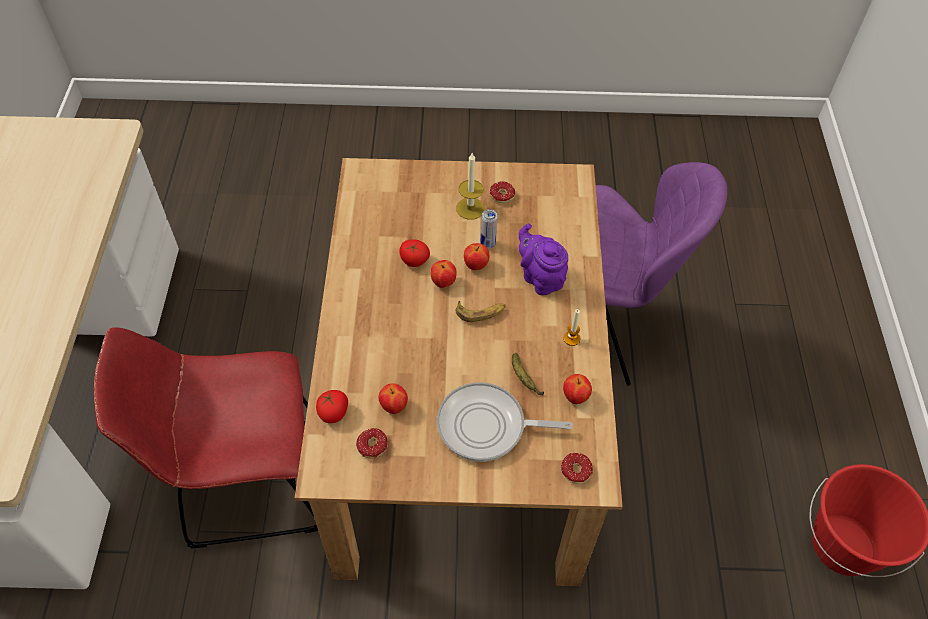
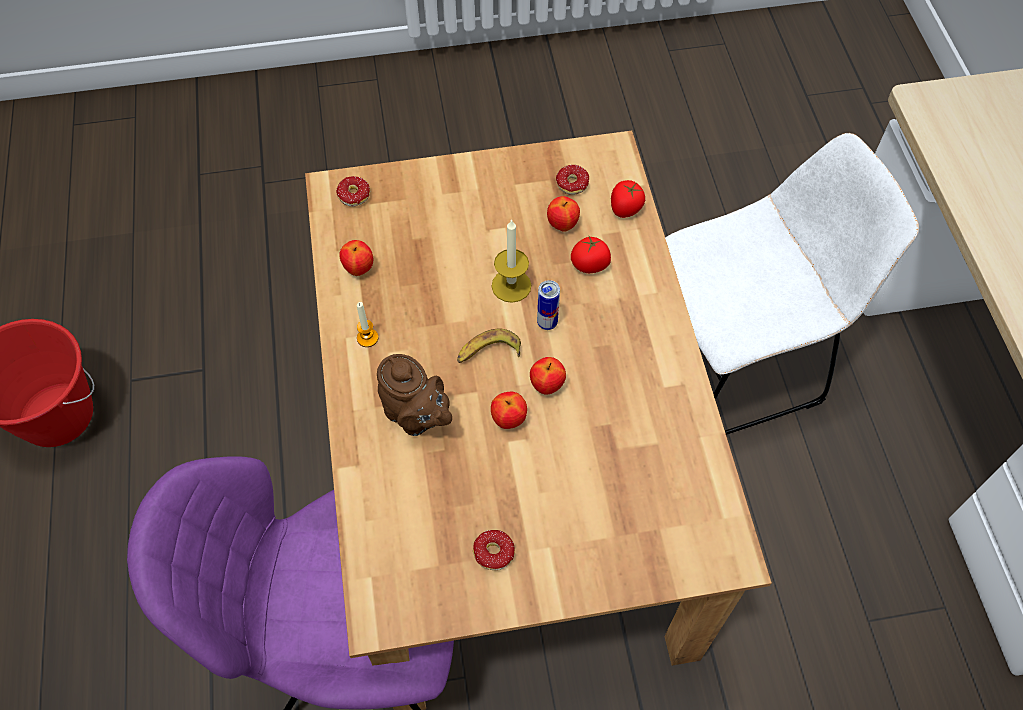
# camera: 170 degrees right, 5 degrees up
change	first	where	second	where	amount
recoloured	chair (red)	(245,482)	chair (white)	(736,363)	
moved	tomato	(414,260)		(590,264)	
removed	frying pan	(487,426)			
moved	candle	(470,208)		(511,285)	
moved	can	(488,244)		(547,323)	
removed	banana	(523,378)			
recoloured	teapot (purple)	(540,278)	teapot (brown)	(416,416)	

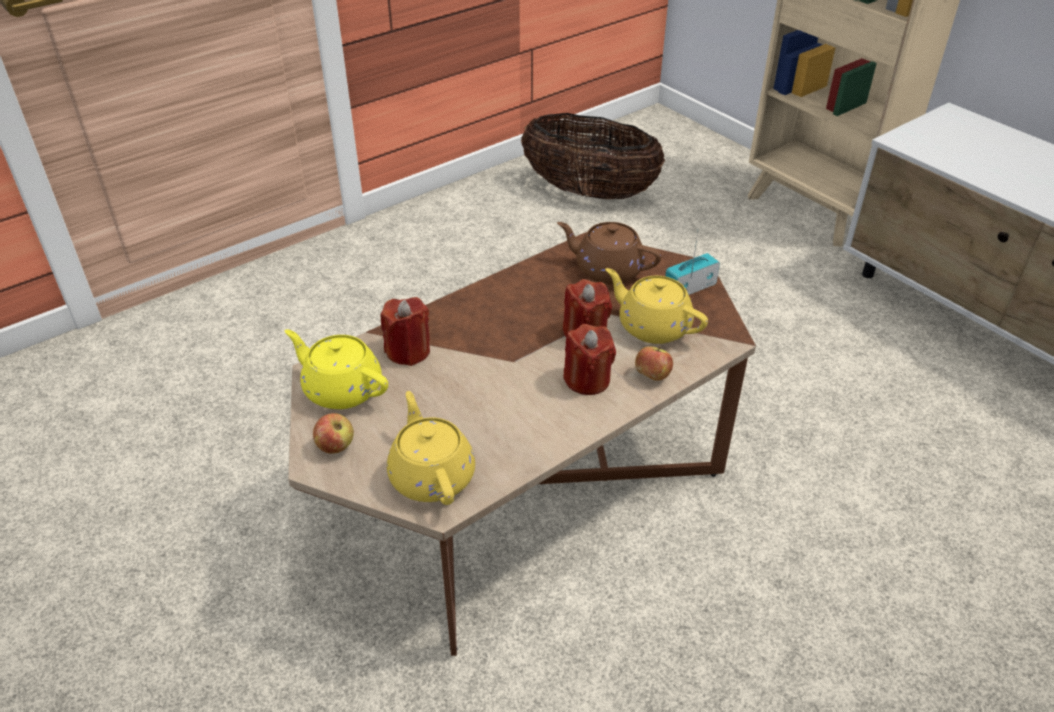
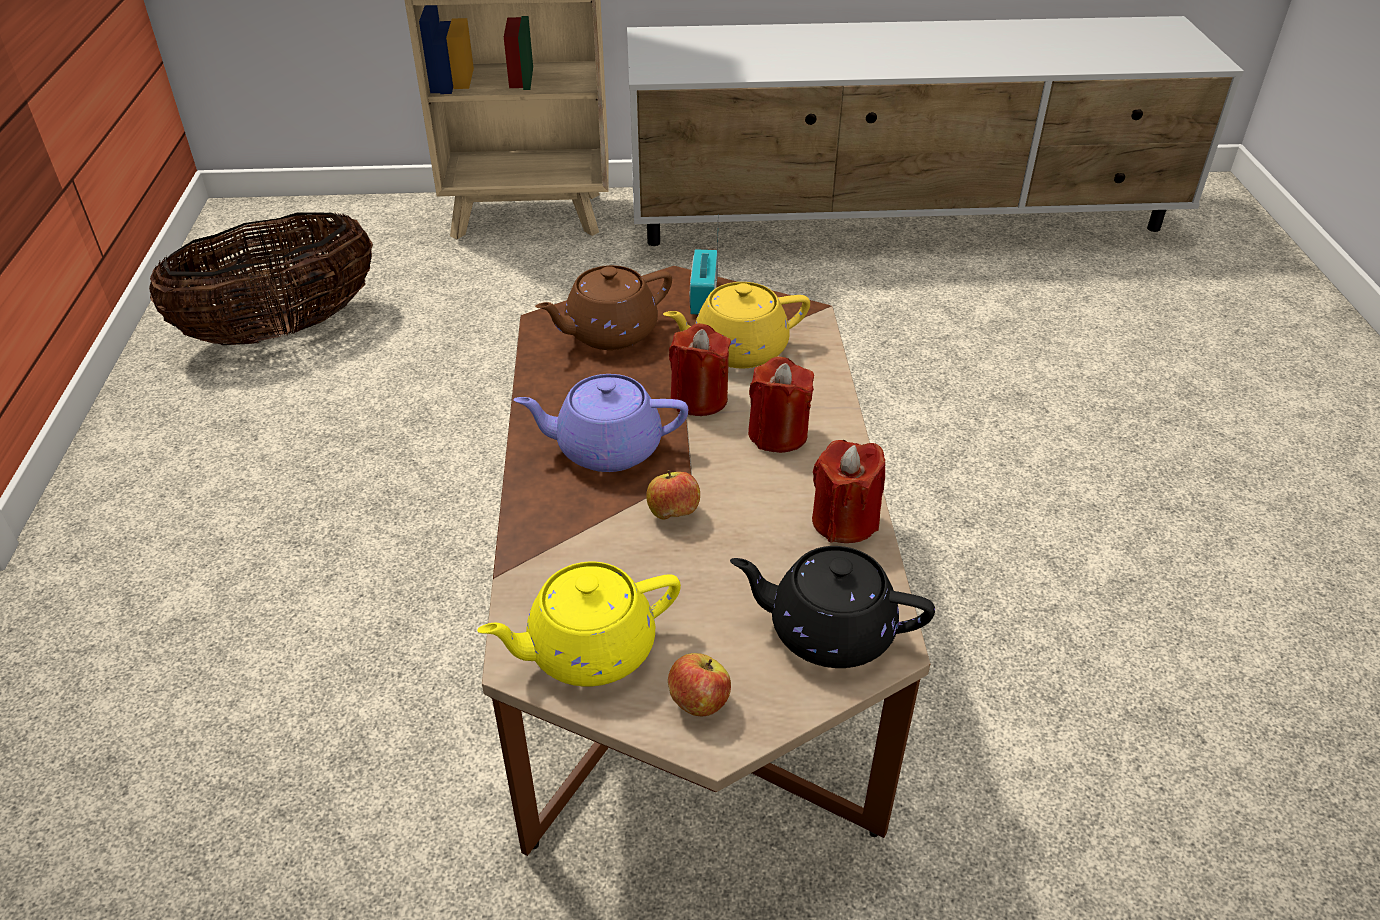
# camera: 55 degrees left, 0 degrees up
change	first	where	second	where	amount
moved	candle (red)	(408,351)		(844,521)	
recoloured	teapot (yellow)	(431,475)	teapot (black)	(828,631)	
moved	apple	(652,376)		(673,513)	
added			teapot (purple)	(606,448)	

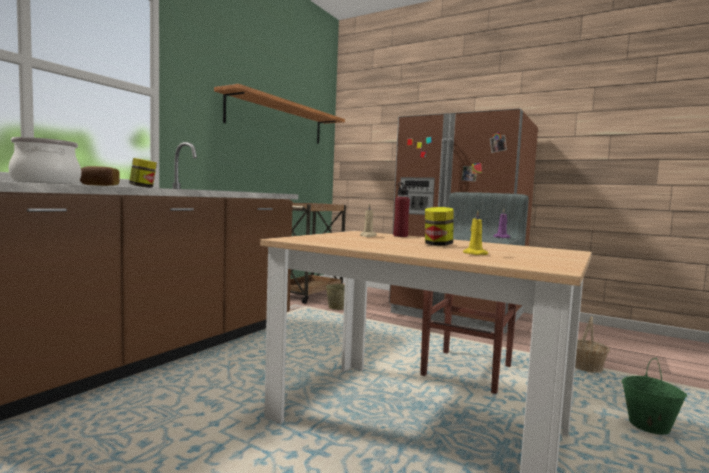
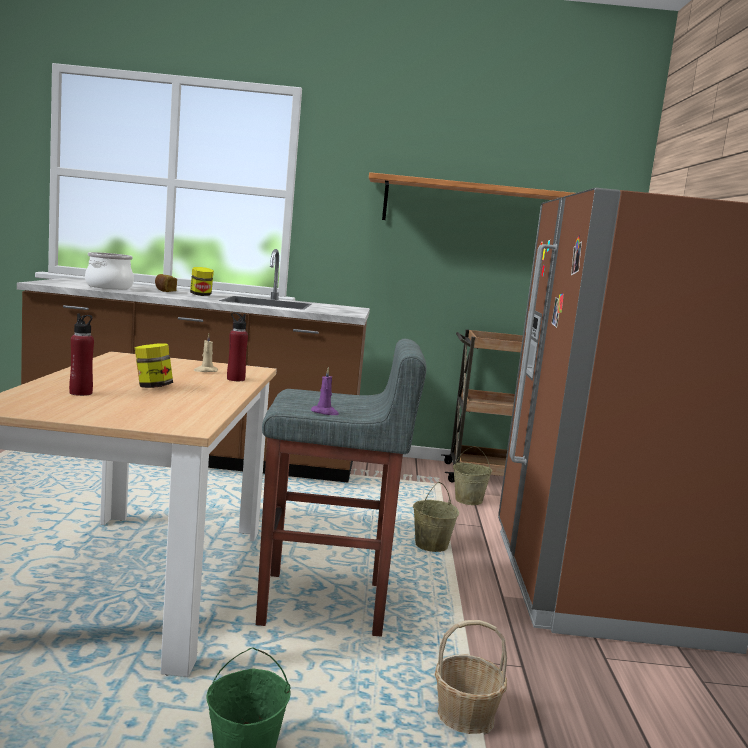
# camera: 60 degrees right, 5 degrees up
change	first	where	second	where	amount
replaced	candle (yellow)	(474,254)	bottle (red)	(81,393)	
added			bucket (beige)	(430,546)	

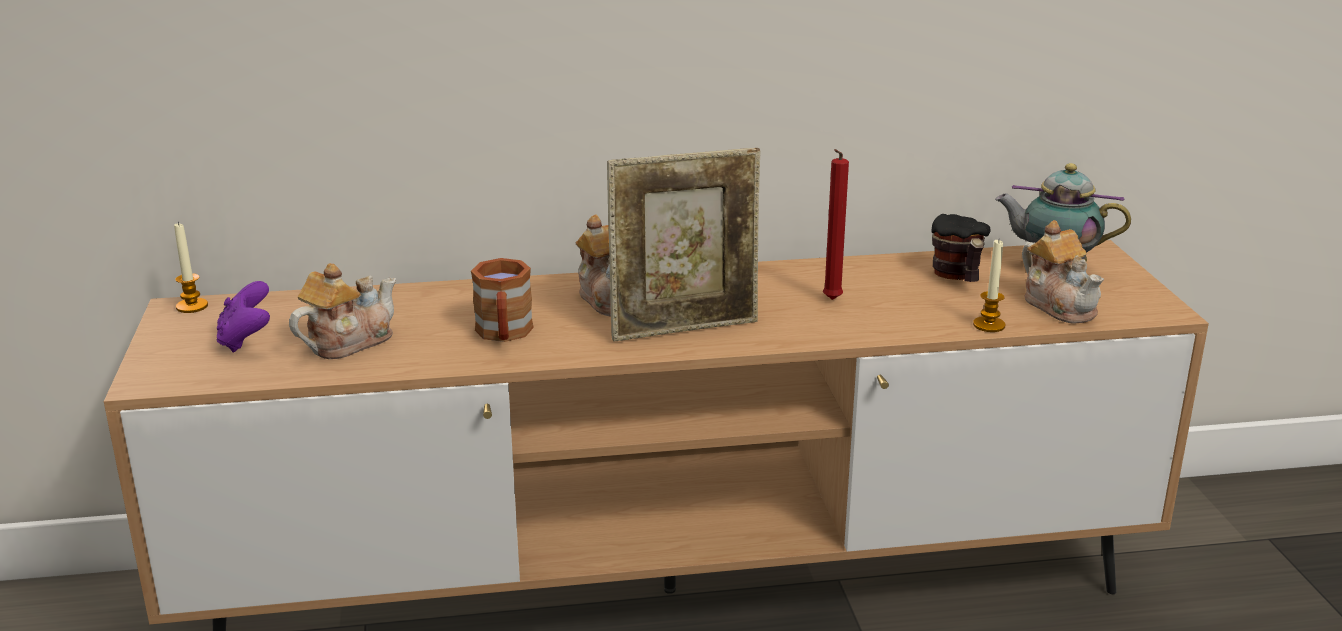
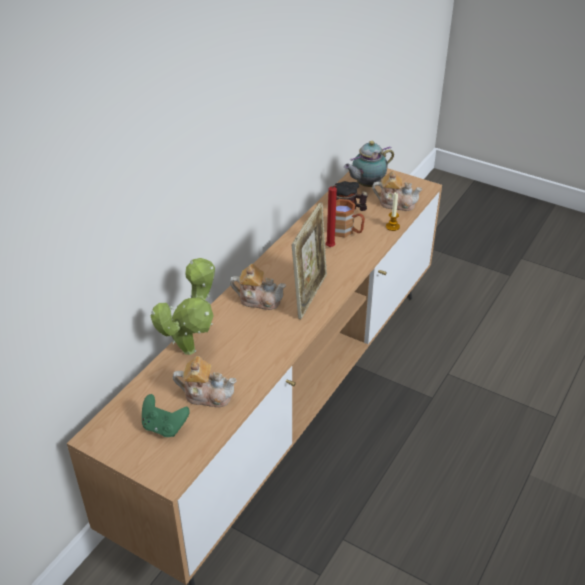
# camera: 50 degrees left, 15 degrees up
change	first	where	second	where	amount
removed	candle	(192,306)			
recoloured	game controller (purple)	(246,340)	game controller (green)	(164,427)	
turned	teapot	(347,342)		(207,395)	105 degrees clockwise
moved	mug (brown)	(504,334)		(346,231)	
added			potted plant	(191,347)	

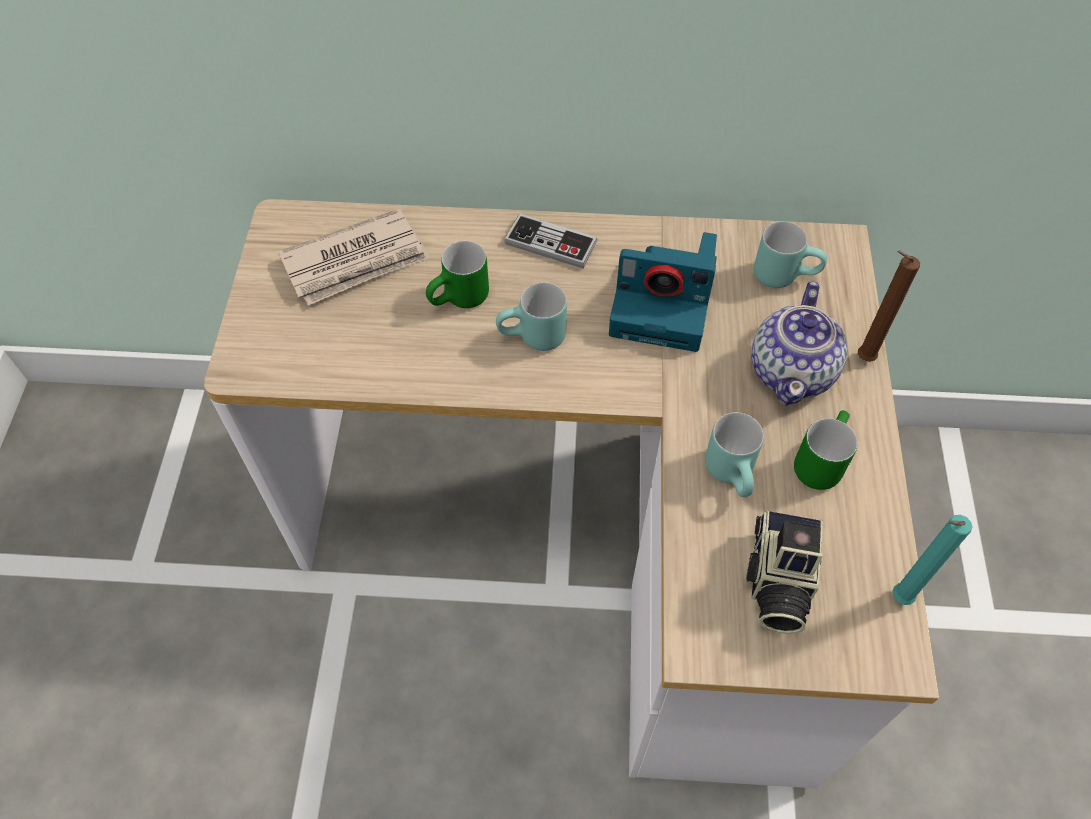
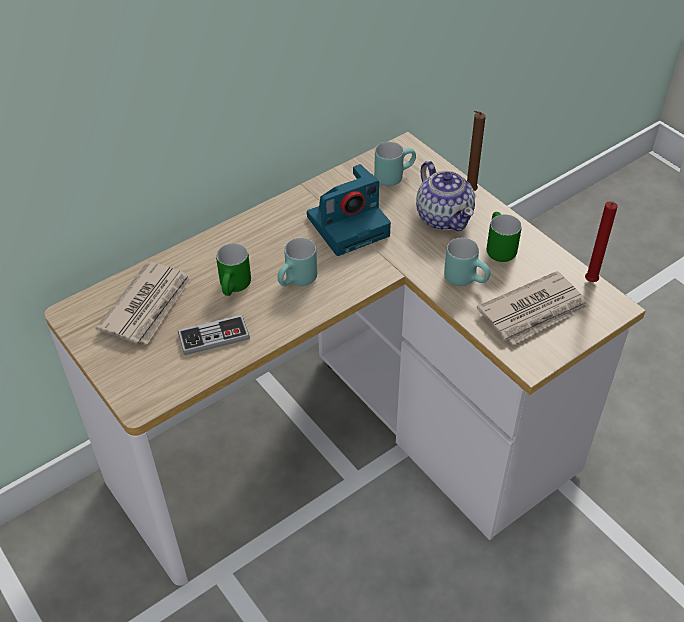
# camera: 40 degrees left, 10 degrees down
change	first	where	second	where	amount
moved	game controller	(551,243)		(214,336)	
replaced	photo camera	(776,582)	newspaper	(534,311)	
recoloured	candle (turquoise)	(897,599)	candle (red)	(590,282)	

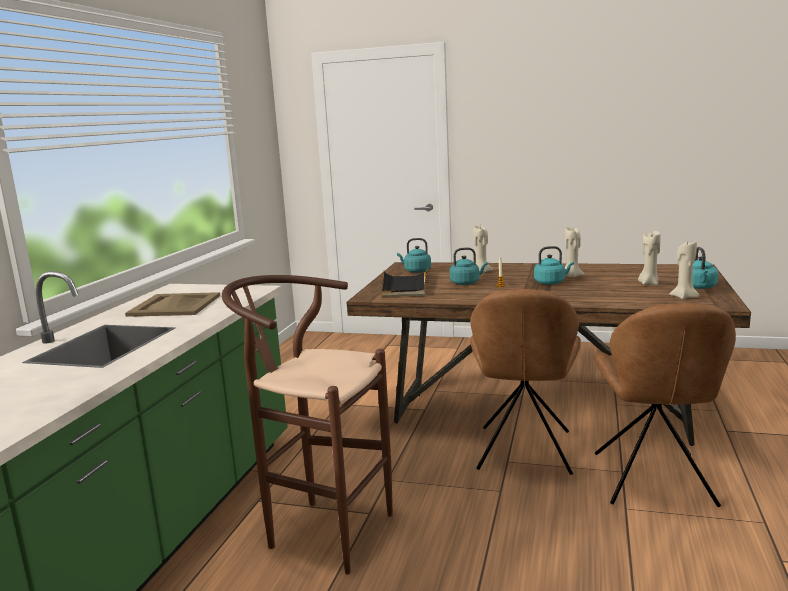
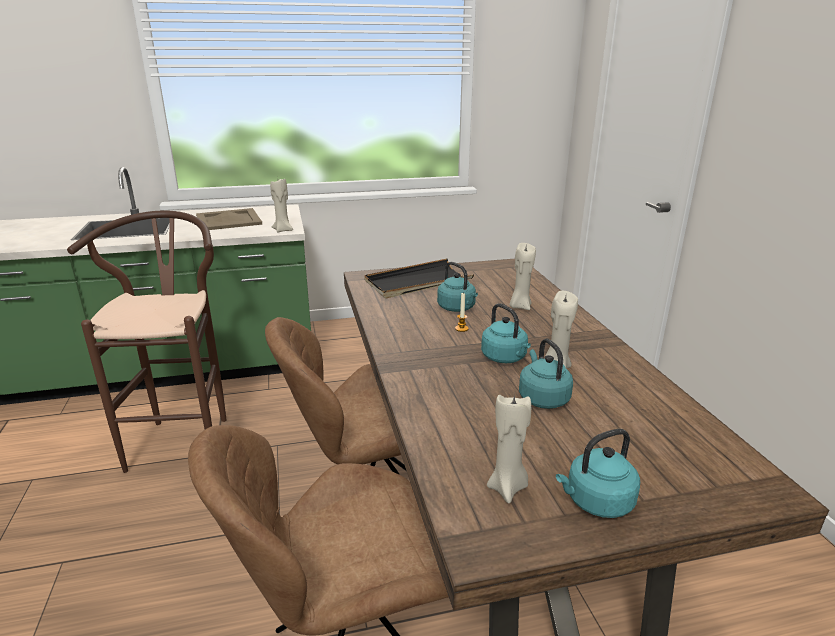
# camera: 60 degrees right, 10 degrees up
change	first	where	second	where	amount
moved	kettle (turquoise)	(416,271)		(542,398)	
moved	candle (beige)	(648,283)		(283,230)	

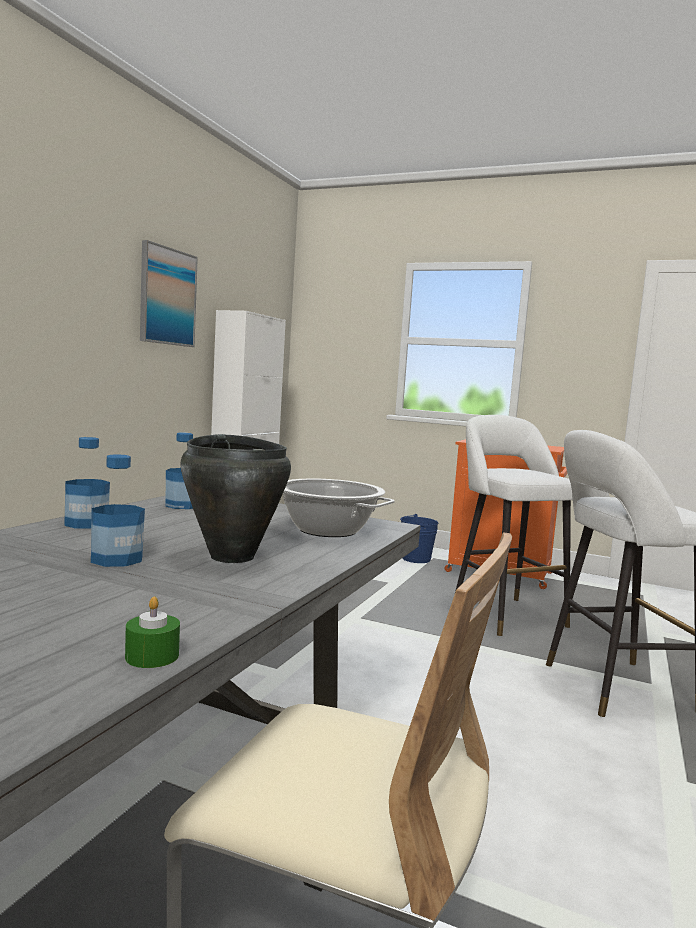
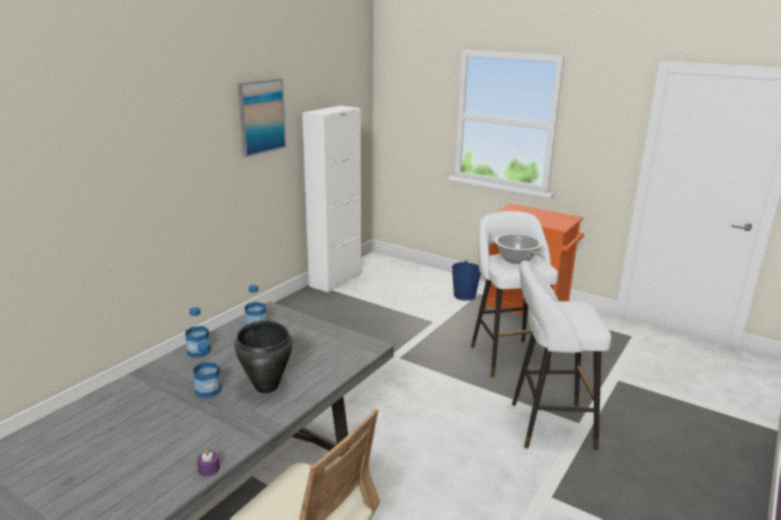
# camera: 10 degrees right, 15 degrees up
change	first	where	second	where	amount
recoloured	candle (green)	(152,656)	candle (purple)	(209,469)	
moved	cooking pot	(328,530)		(516,259)	

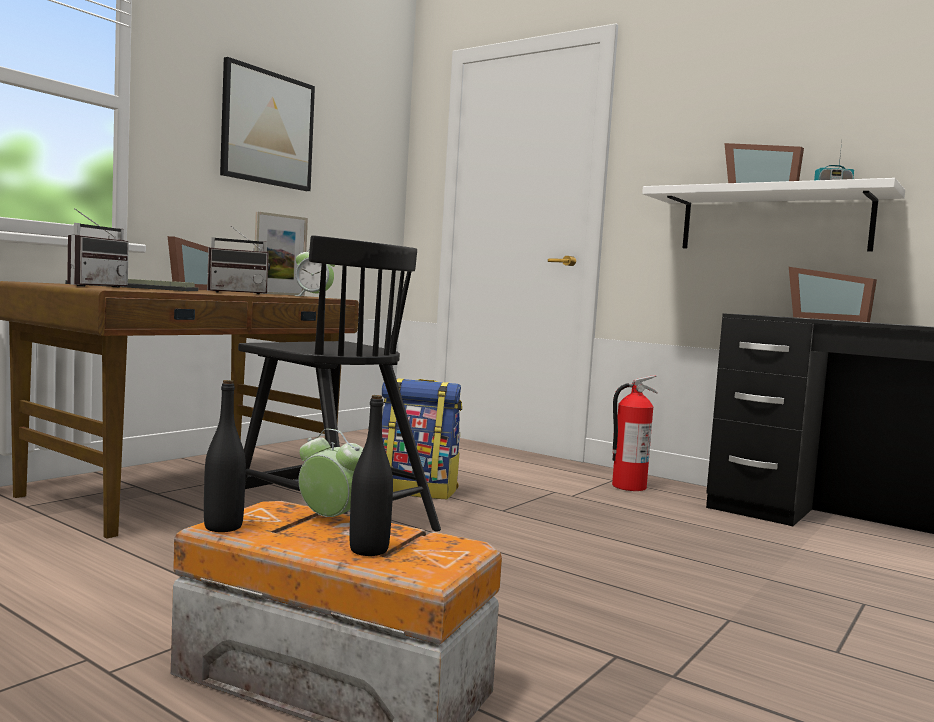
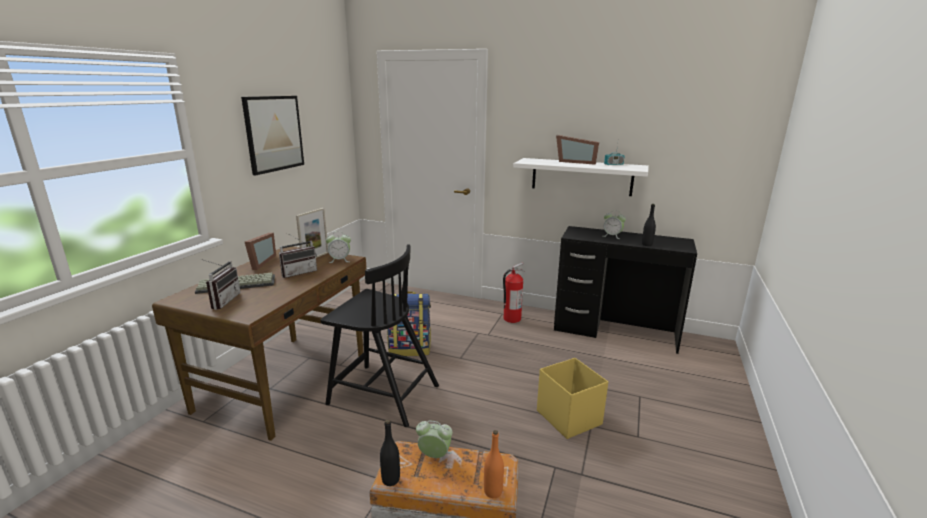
# camera: 15 degrees left, 15 degrees up
change	first	where	second	where	amount
moved	bottle (black)	(369,550)		(647,244)	
replaced	picture frame	(829,319)	alarm clock	(612,236)	
added			bottle (orange)	(493,491)	
added			storage box (yellow)	(568,417)	

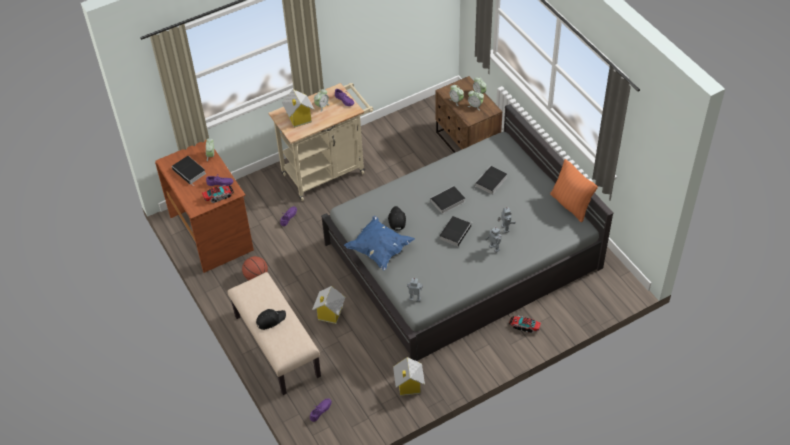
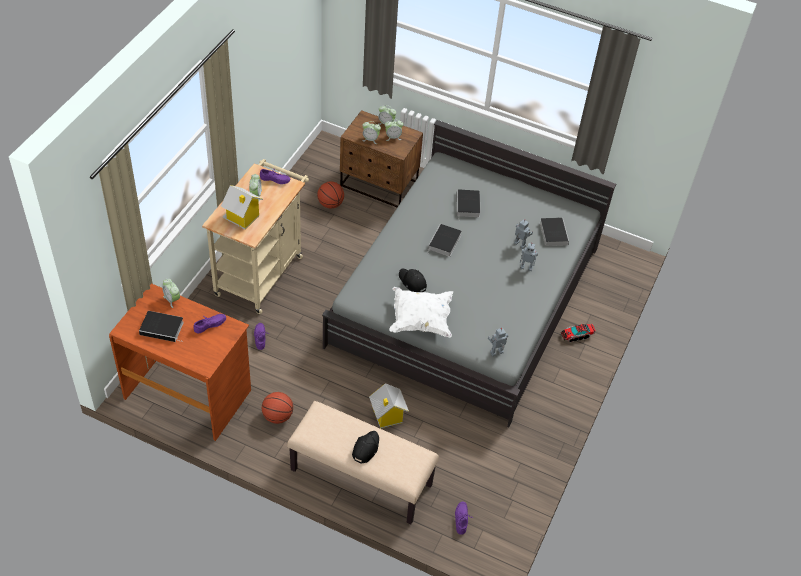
# camera: 40 degrees left, 0 degrees up
change	first	where	second	where	amount
removed	toy truck	(219,196)			
recoloured	pillow (blue)	(379,250)	pillow (white)	(420,320)	
removed	toy house	(408,385)			
moved	book	(455,232)		(553,232)	
removed	pillow (orange)	(570,205)			
added			basketball	(330,204)	

